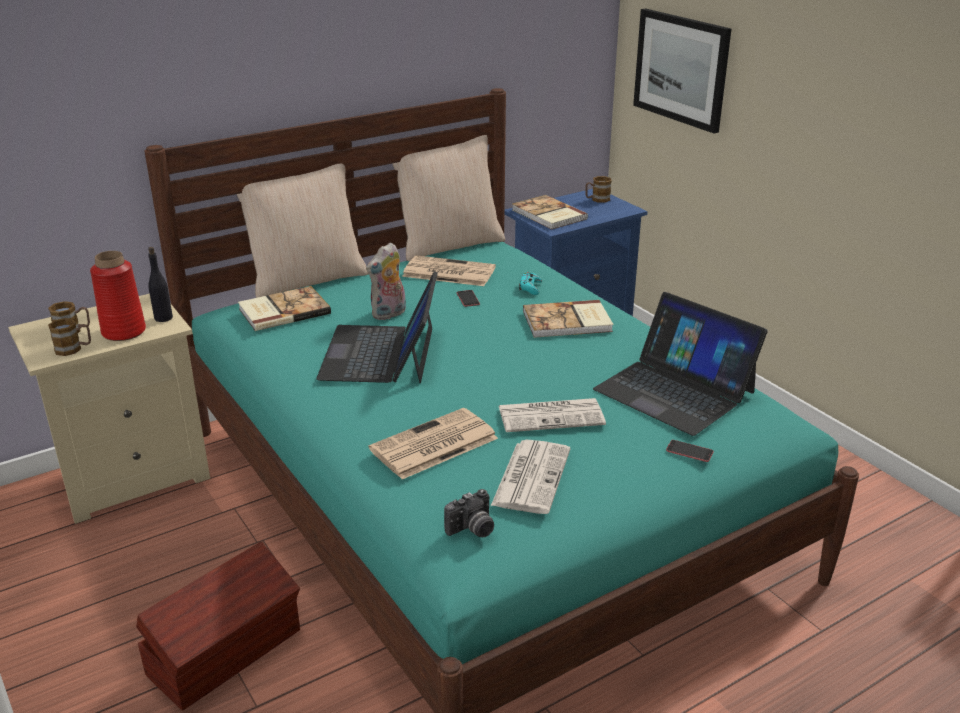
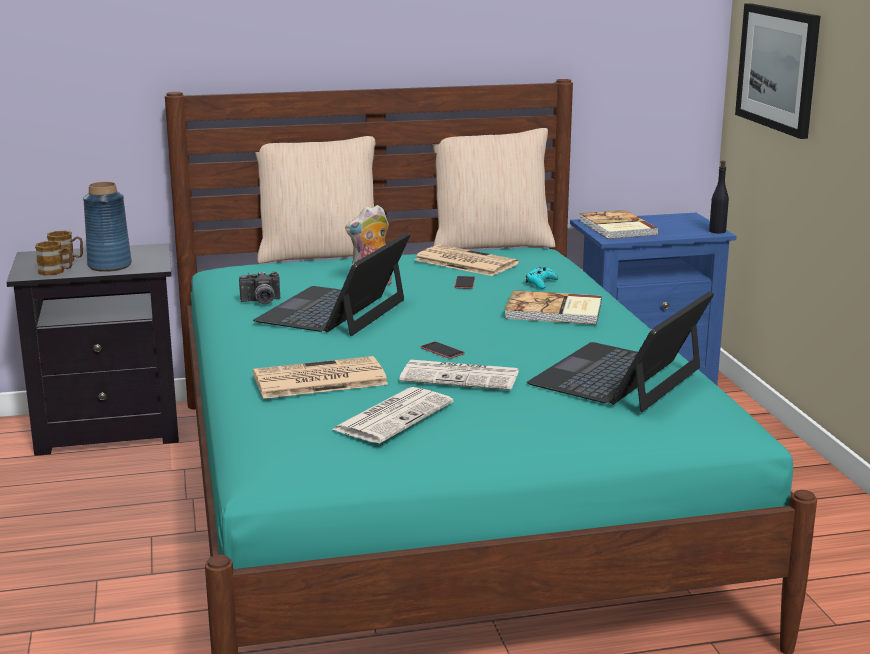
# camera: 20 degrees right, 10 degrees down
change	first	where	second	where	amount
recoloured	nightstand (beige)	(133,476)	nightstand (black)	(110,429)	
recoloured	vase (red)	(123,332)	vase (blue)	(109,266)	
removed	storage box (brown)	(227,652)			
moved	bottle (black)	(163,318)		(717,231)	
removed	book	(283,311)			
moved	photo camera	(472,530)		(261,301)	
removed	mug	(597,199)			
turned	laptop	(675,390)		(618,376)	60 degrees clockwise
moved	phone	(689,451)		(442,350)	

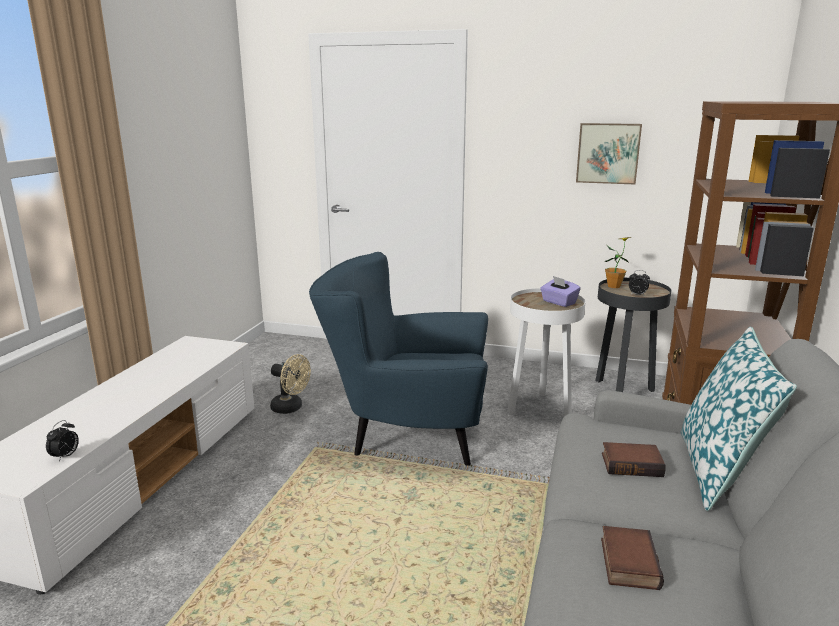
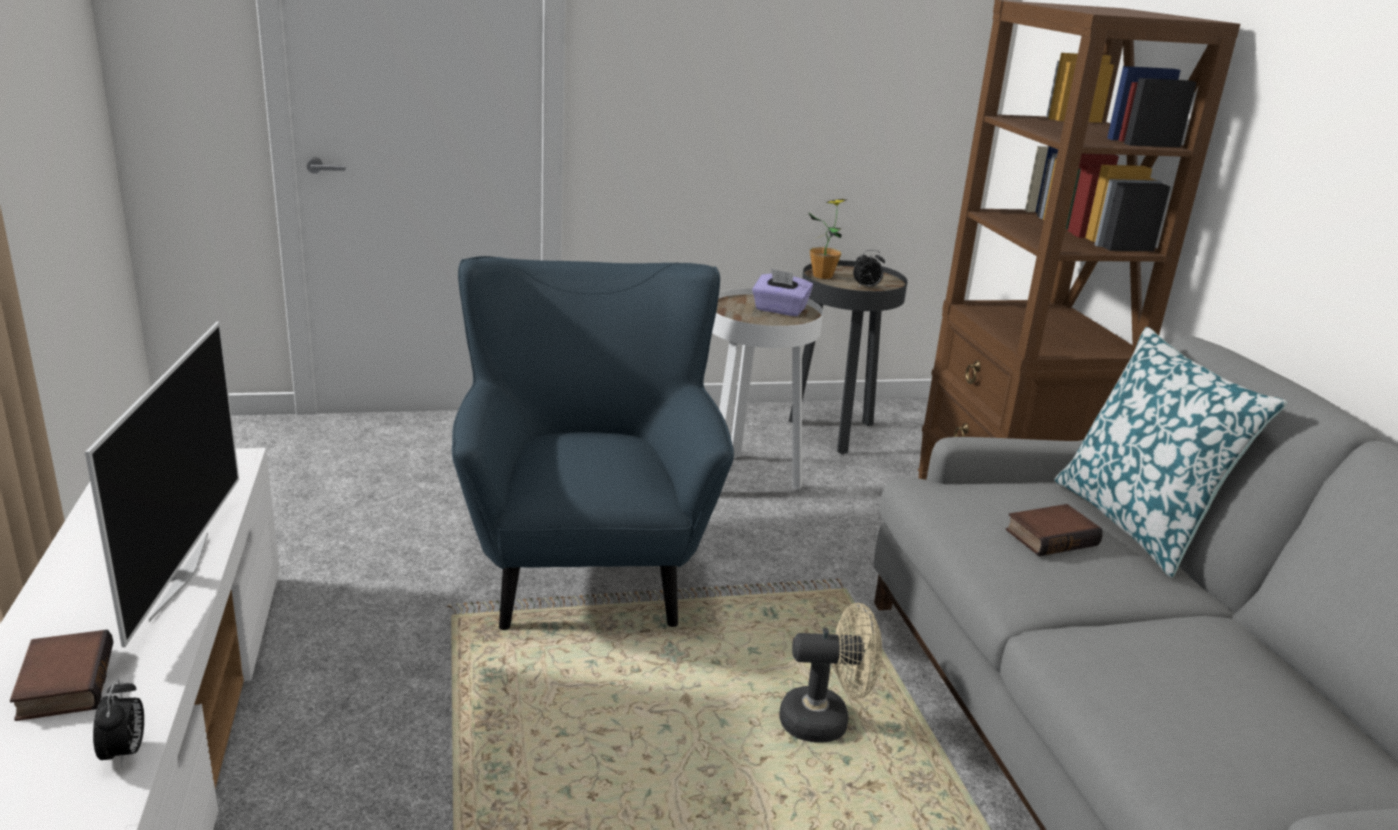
# camera: 30 degrees left, 5 degrees up
change	first	where	second	where	amount
moved	fan (beige)	(291,408)		(825,721)	
turned	armchair (blue)	(405,436)		(586,563)	105 degrees clockwise
removed	picture	(608,153)			
moved	book	(627,562)		(63,683)	
added			television	(177,575)	

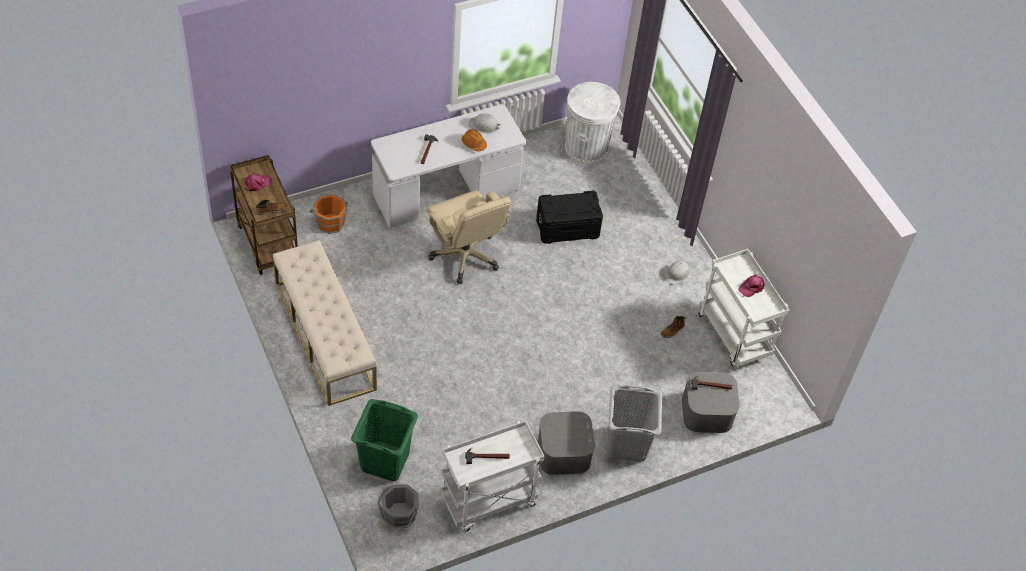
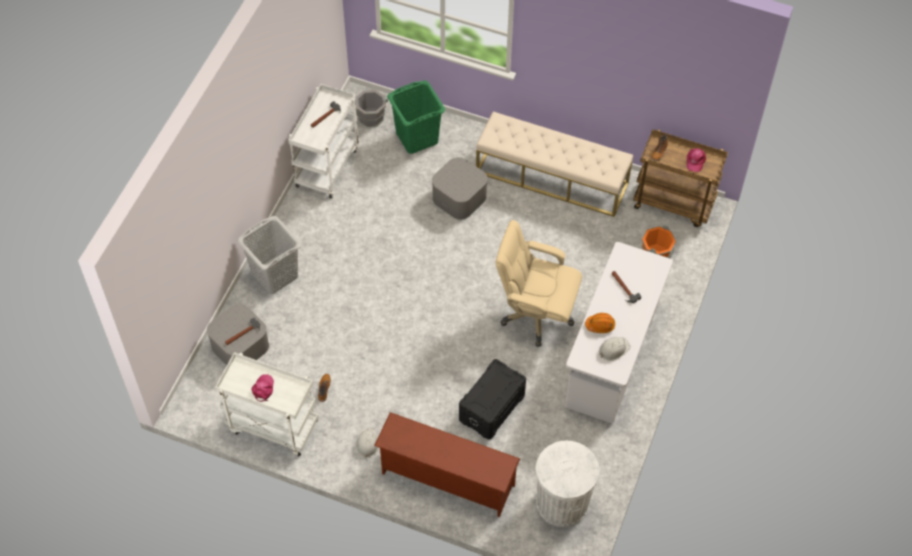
# camera: 140 degrees right, 5 degrees up
change	first	where	second	where	amount
moved	storage box (grey)	(563,452)		(459,197)	
added			shoe rack (brown)	(446,480)	

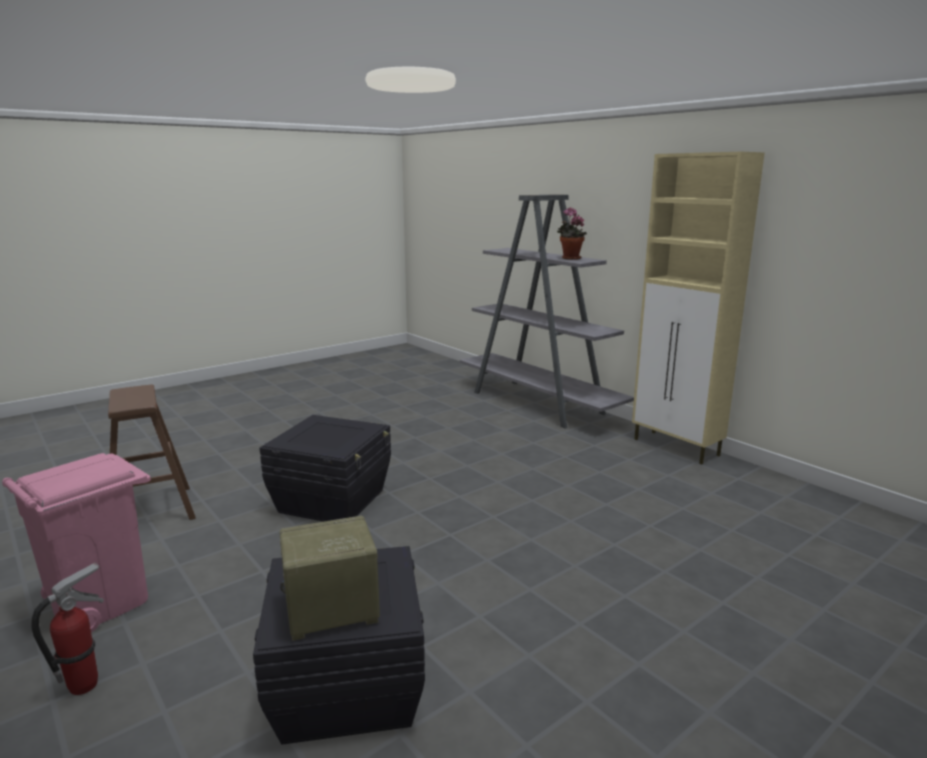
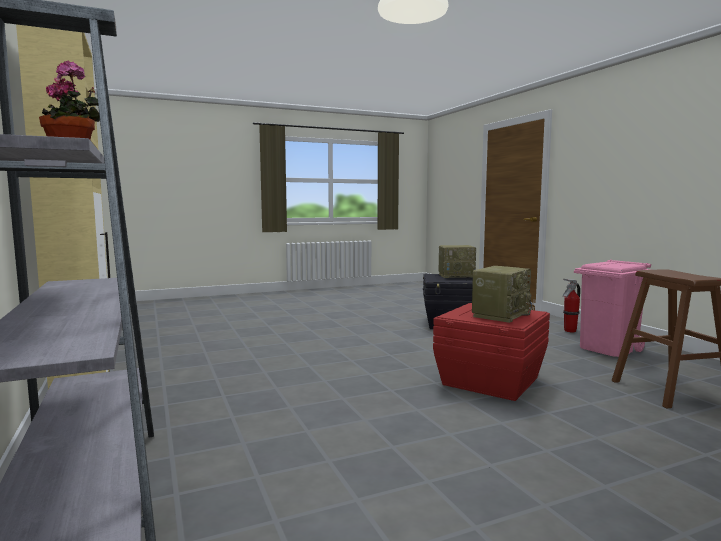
# camera: 165 degrees left, 10 degrees down
change	first	where	second	where	amount
recoloured	storage box (black)	(333,500)	storage box (red)	(489,381)	
added			radio	(500,315)	

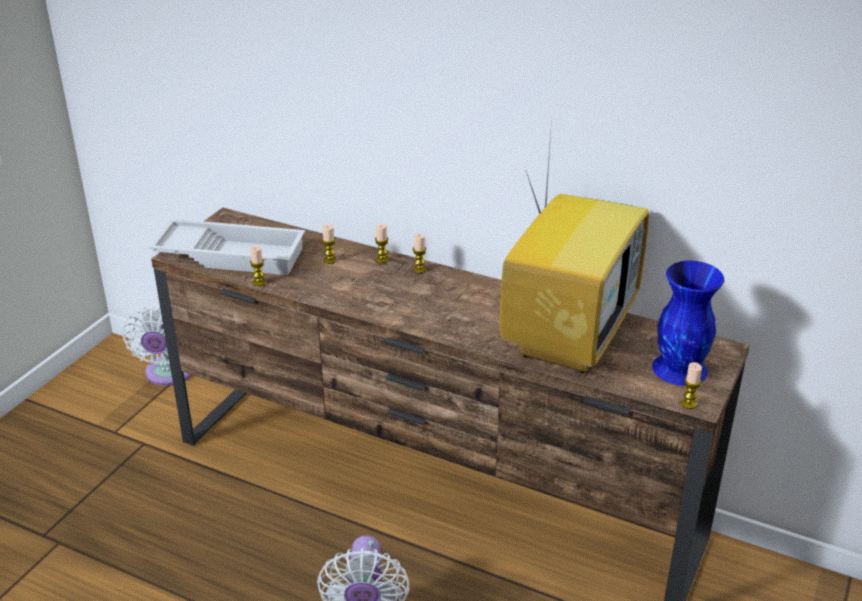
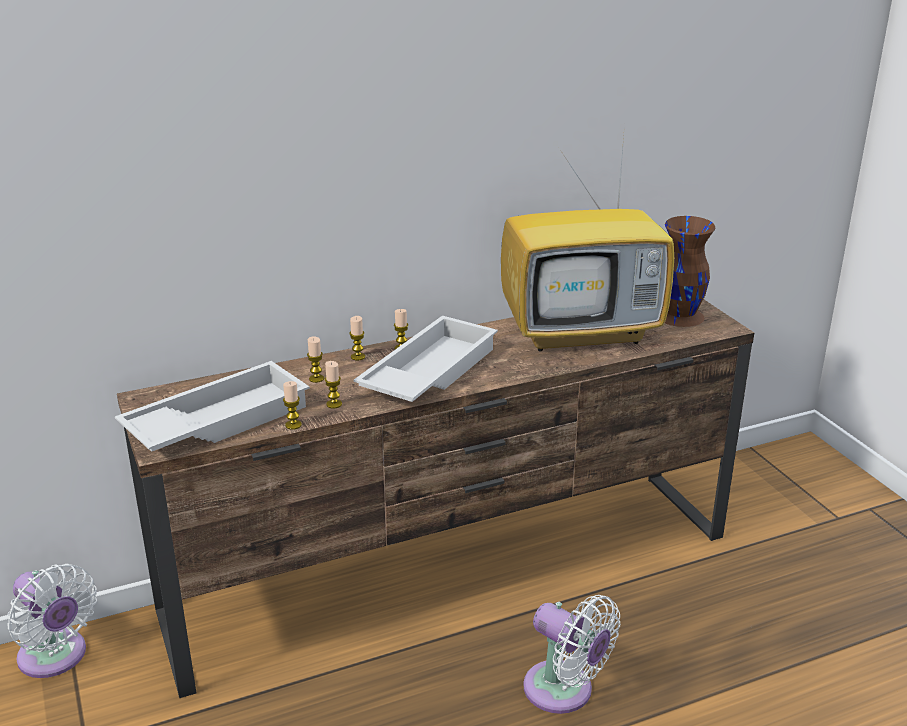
# camera: 50 degrees left, 5 degrees down
change	first	where	second	where	amount
turned	television	(568,333)		(583,332)	105 degrees clockwise
recoloured	vase (blue)	(680,368)	vase (brown)	(679,315)	
moved	candle	(688,404)		(334,404)	
added			tray (white)	(427,372)	

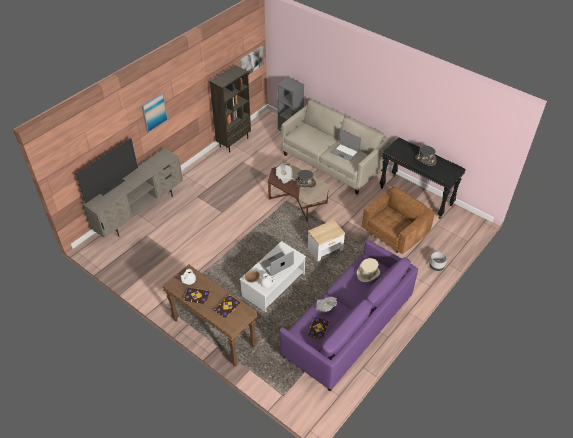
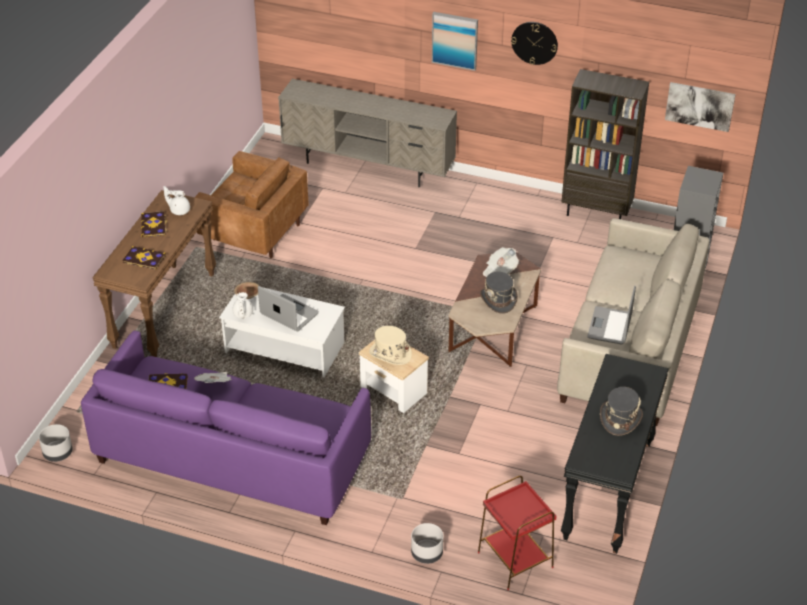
# camera: 70 degrees right, 5 degrees down
change	first	where	second	where	amount
removed	television	(112,187)			
moved	hat (beige)	(368,274)		(390,354)	
moved	armchair (brown)	(395,234)		(254,232)	
added			planter (grey)	(58,453)	
added			side table (red)	(515,559)	
added			wall clock	(534,42)	

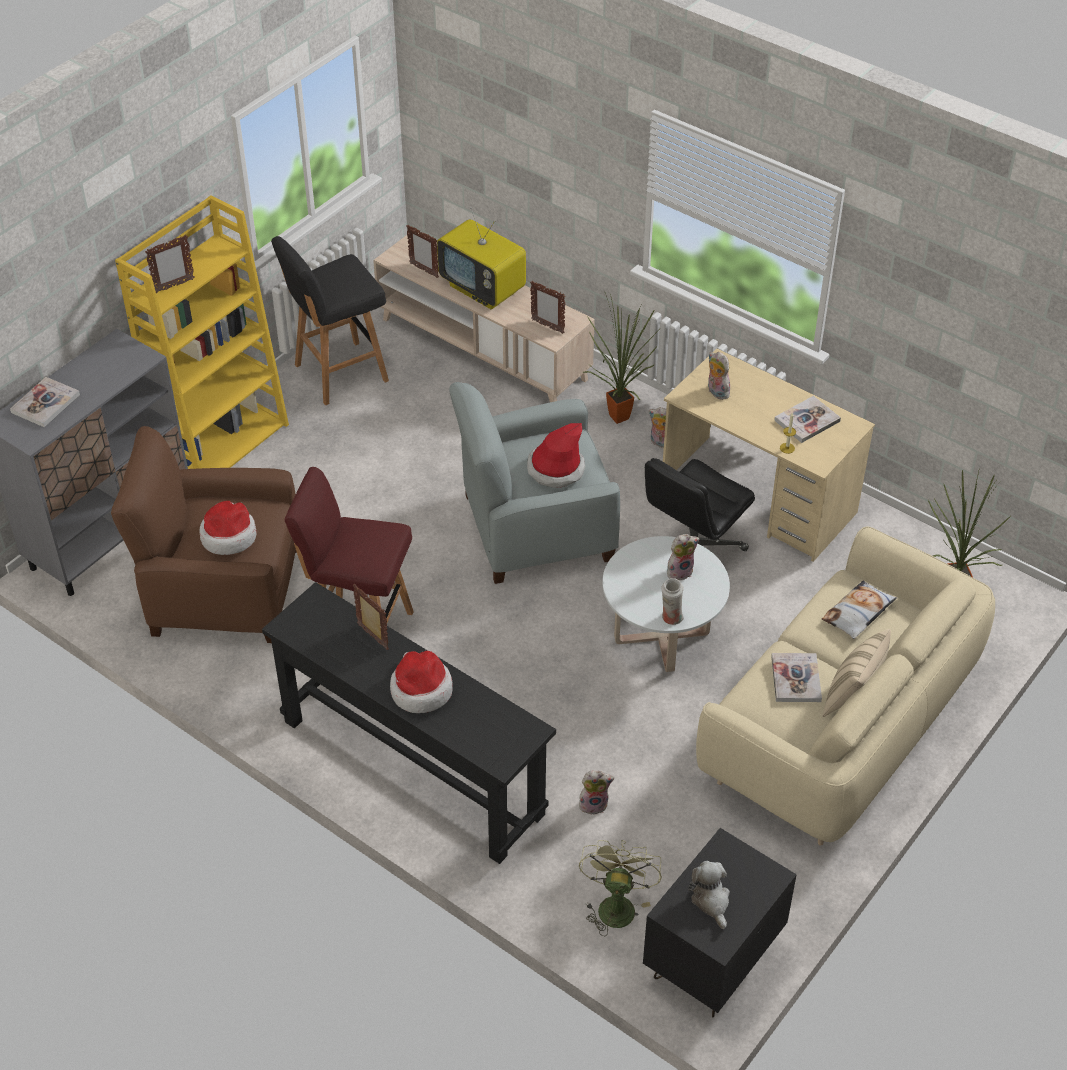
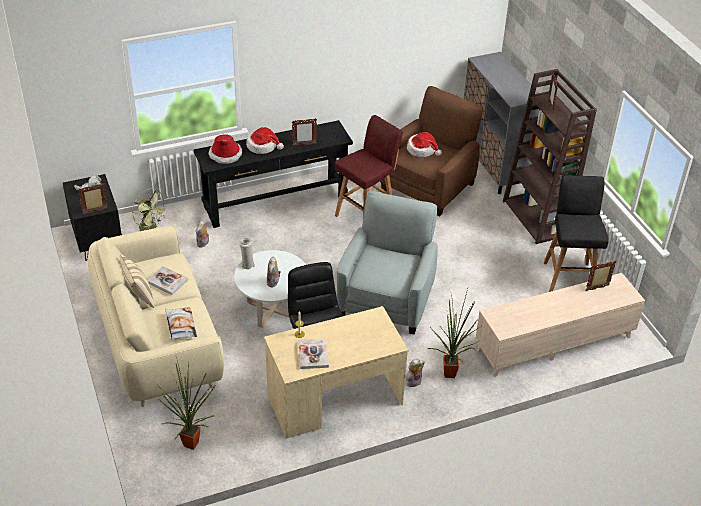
# camera: 120 degrees right, 5 degrees down
change	first	where	second	where	amount
removed	book	(45,403)			
recoloured	bookcase (yellow)	(224,443)	bookcase (brown)	(536,218)	
removed	television	(483,289)			
moved	hat	(556,469)		(225,154)	
moved	picture frame	(547,326)		(95,211)	
removed	plush toy	(716,392)			

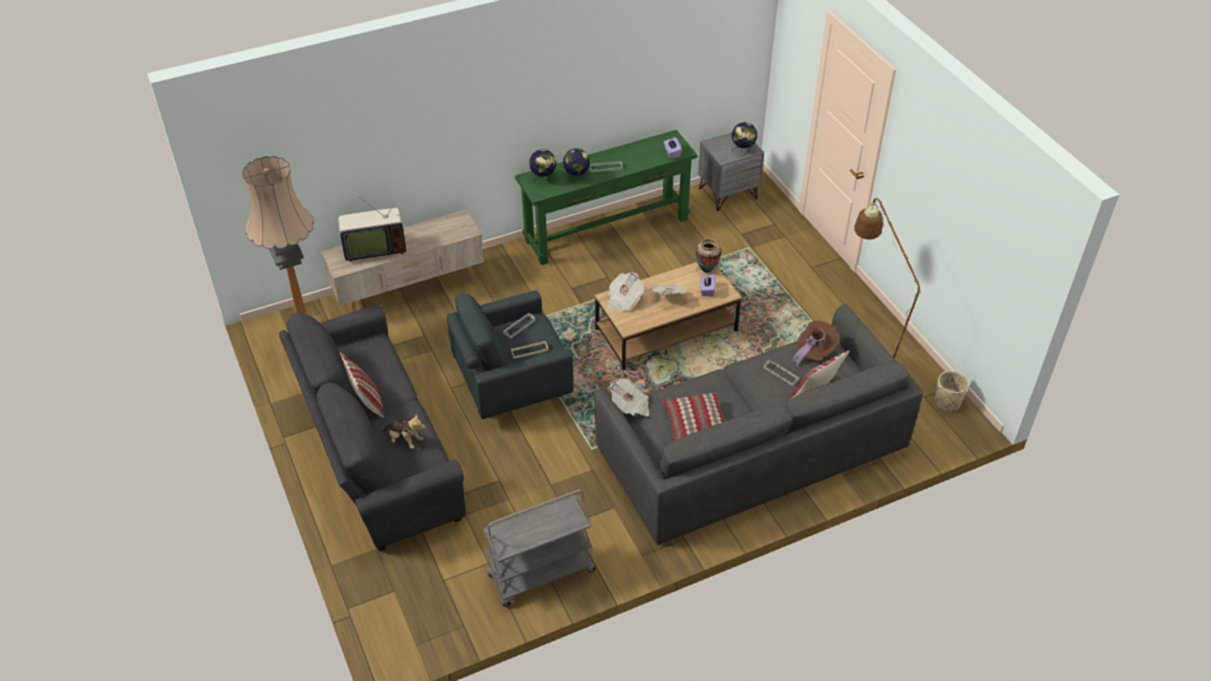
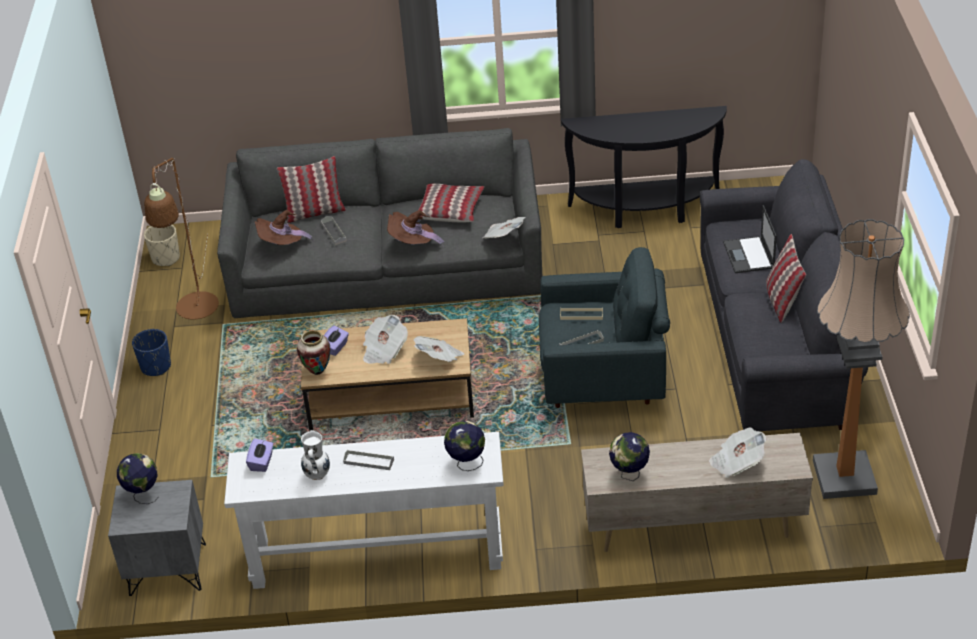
# camera: 155 degrees left, 5 degrees down
change	first	where	second	where	amount
replaced	television	(374,248)	newspaper	(737,462)	
replaced	plush toy	(404,440)	laptop	(749,255)	
replaced	cart (grey)	(540,574)	console table (black)	(646,210)	
recoloured	console table (green)	(607,230)	console table (white)	(377,554)	
moved	globe	(577,178)		(629,474)	
added			planter (blue)	(156,366)	
added			vase (white)	(317,474)	
added			hat (brown)	(413,243)	

